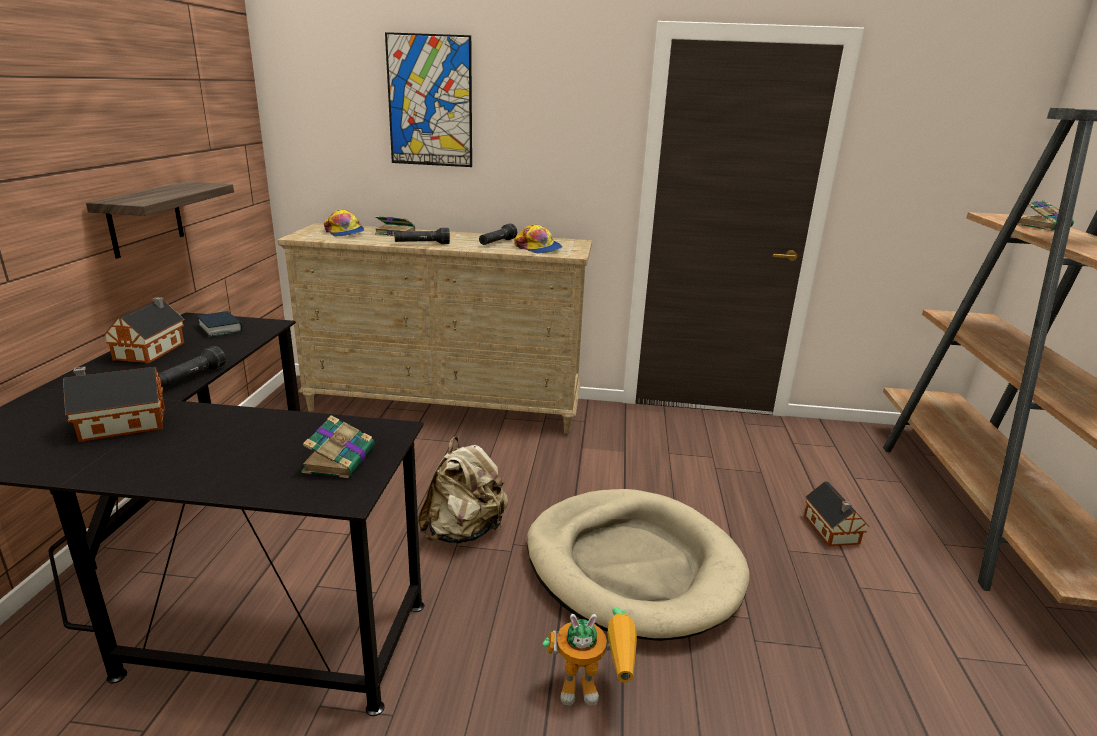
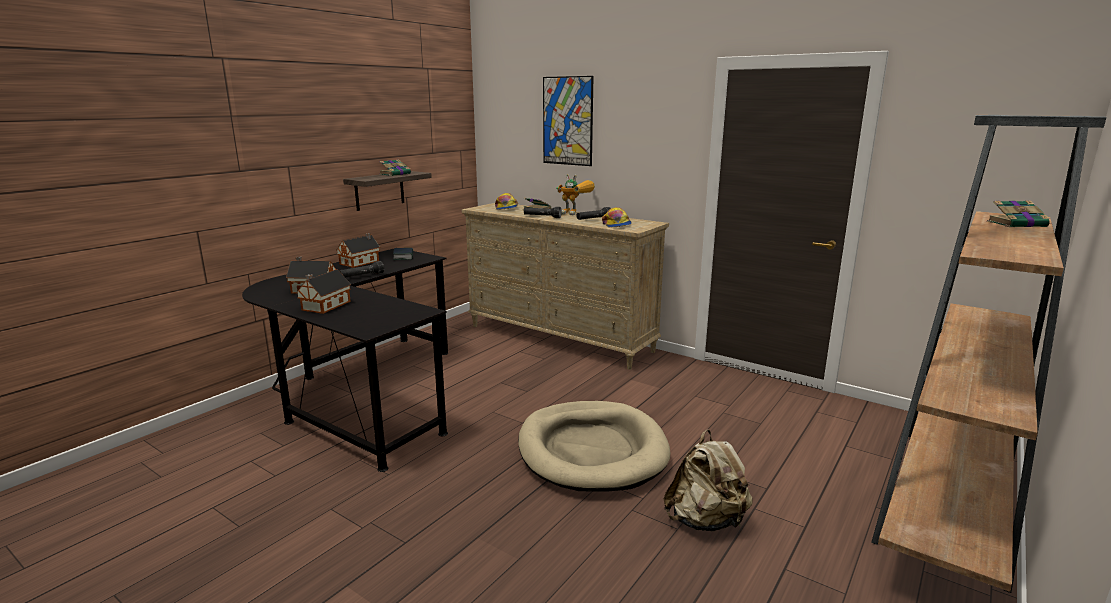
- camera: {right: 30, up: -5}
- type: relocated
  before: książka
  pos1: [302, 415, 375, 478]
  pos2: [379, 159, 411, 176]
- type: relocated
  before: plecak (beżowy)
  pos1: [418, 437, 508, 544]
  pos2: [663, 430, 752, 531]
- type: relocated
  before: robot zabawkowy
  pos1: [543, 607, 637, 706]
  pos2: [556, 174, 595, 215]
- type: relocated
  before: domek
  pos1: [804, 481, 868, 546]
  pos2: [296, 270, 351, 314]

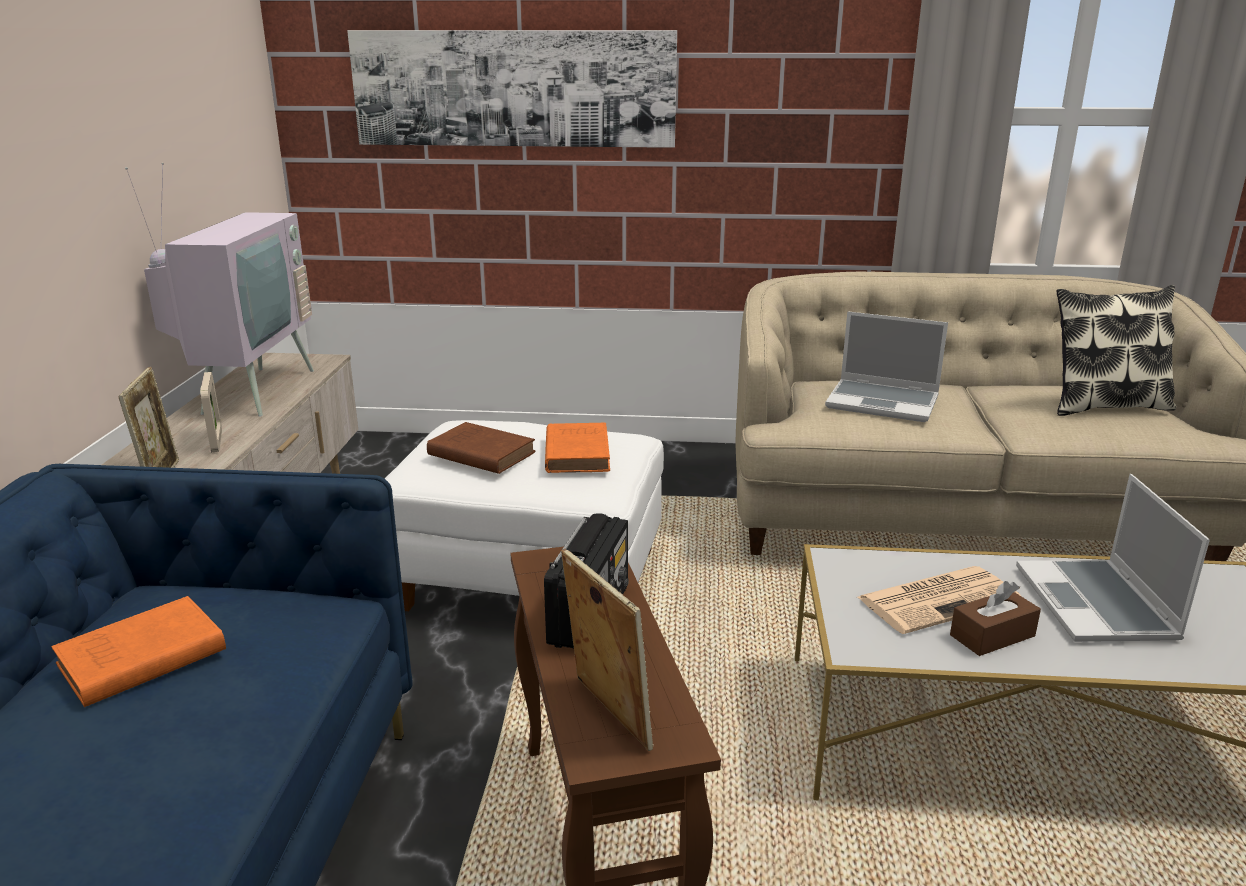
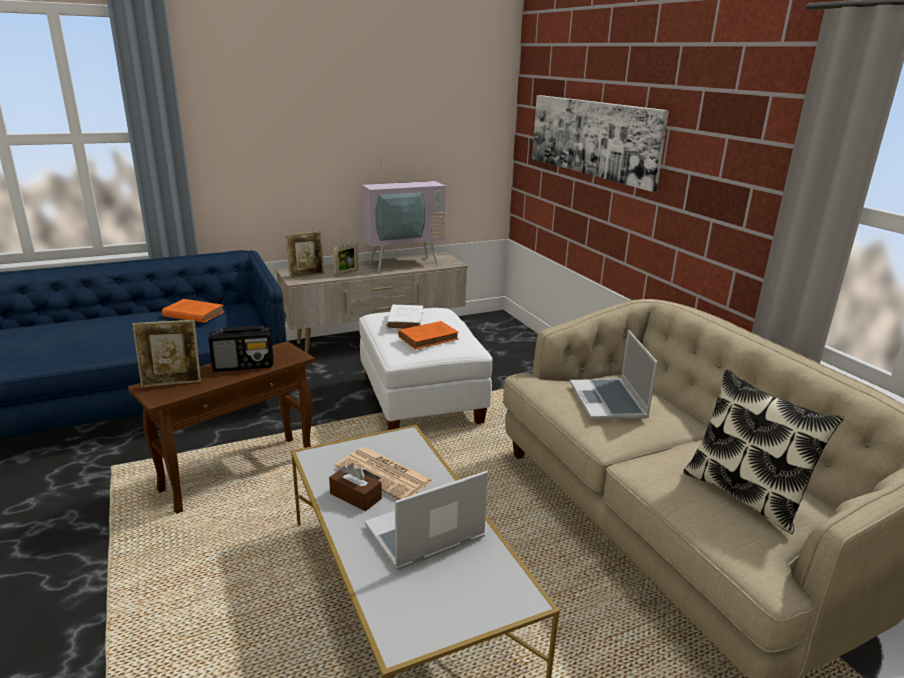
- camera: {right: 60, up: 0}
- type: colour
  before: książka (brązowy)
  after: książka (biały)
  pos1: [427, 422, 536, 474]
  pos2: [386, 304, 423, 329]
- type: spun
  before: ramka na zdjęcie
  pos1: [561, 548, 654, 751]
  pos2: [132, 320, 201, 387]
  turn: 45

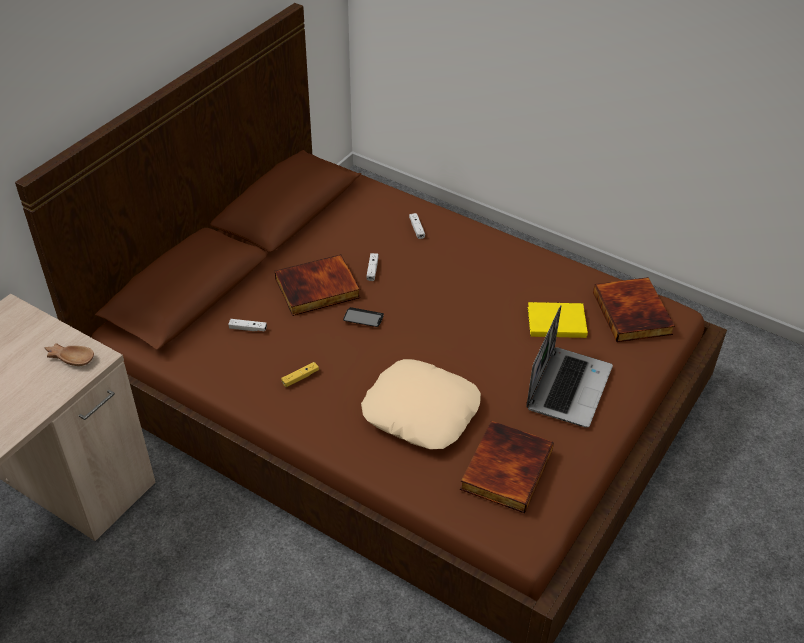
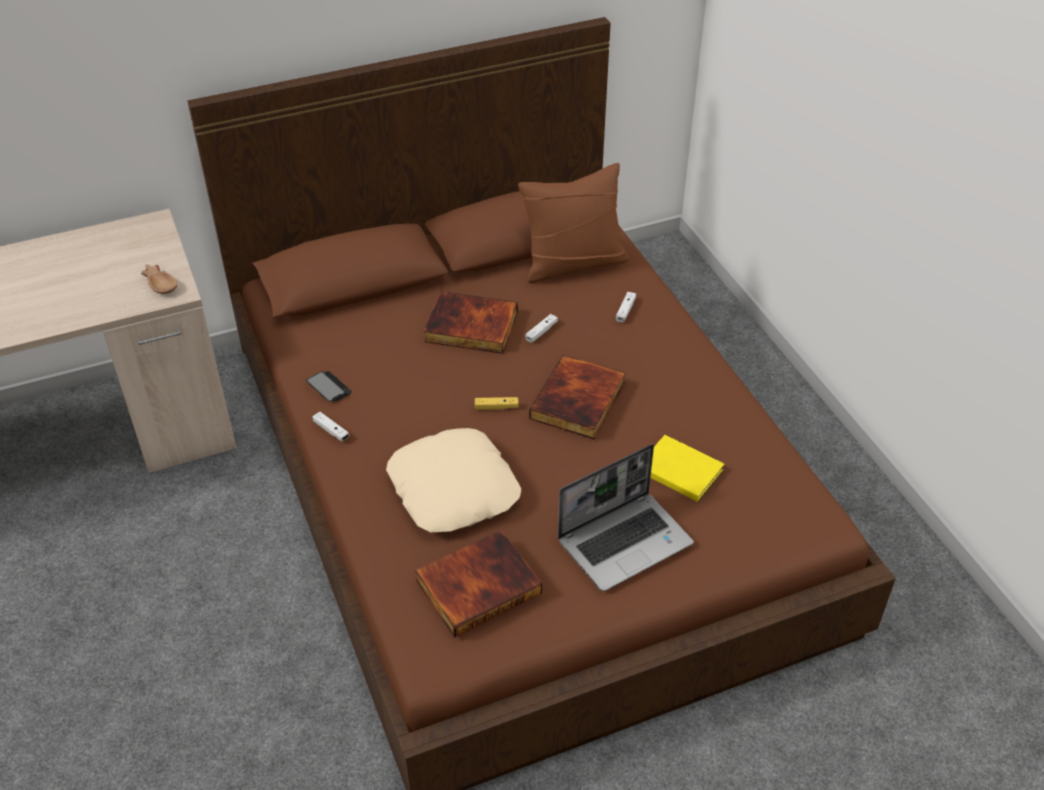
- camera: {right: 35, up: 0}
- type: appeared
  after: poduszka (brązowy)
  pos2: [518, 163, 629, 283]
- type: relocated
  before: pad do gier (biały)
  pos1: [228, 319, 267, 332]
  pos2: [312, 412, 349, 441]
- type: relocated
  before: pad do gier (żółty)
  pos1: [281, 362, 319, 387]
  pos2: [475, 397, 519, 410]
- type: relocated
  before: telefon
  pos1: [343, 307, 384, 327]
  pos2: [306, 371, 352, 402]
- type: relocated
  before: książka
  pos1: [593, 277, 675, 342]
  pos2: [529, 355, 625, 439]

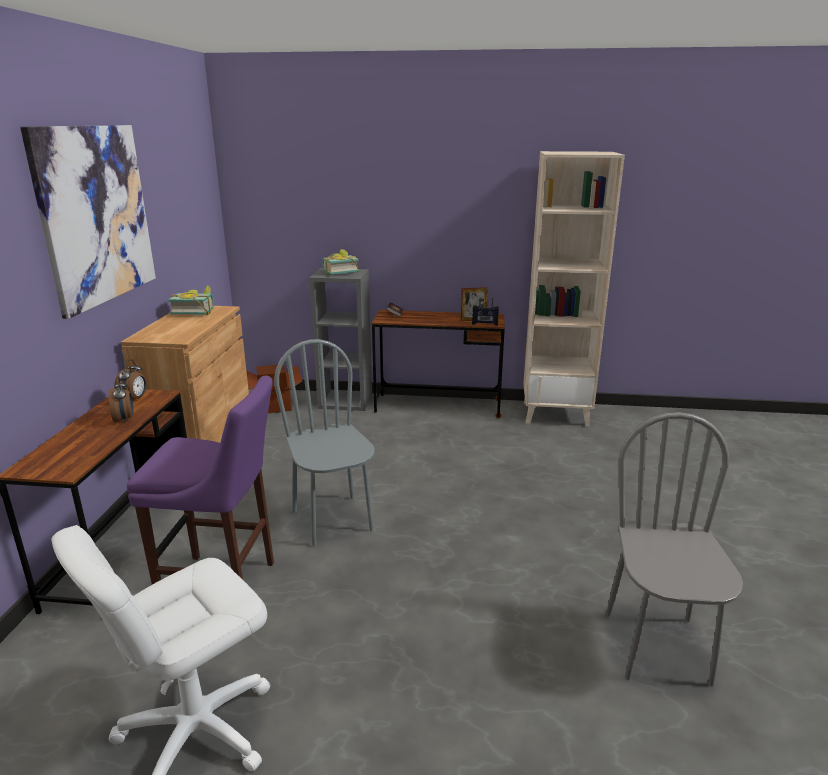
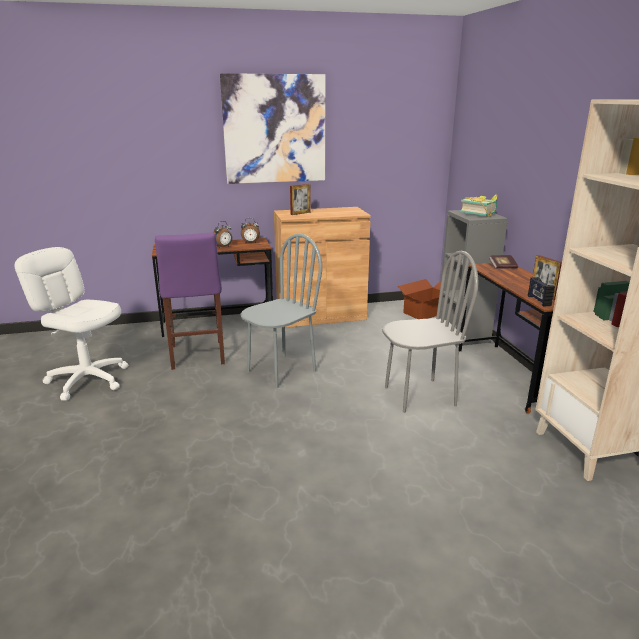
- camera: {right: 70, up: 0}
- type: missing
  before: książka
  pos1: [168, 285, 214, 315]
- type: appeared
  after: ramka na zdjęcie
  pos2: [290, 184, 311, 215]
- type: relocated
  before: krzesło (szary)
  pos1: [606, 412, 743, 687]
  pos2: [382, 251, 478, 413]

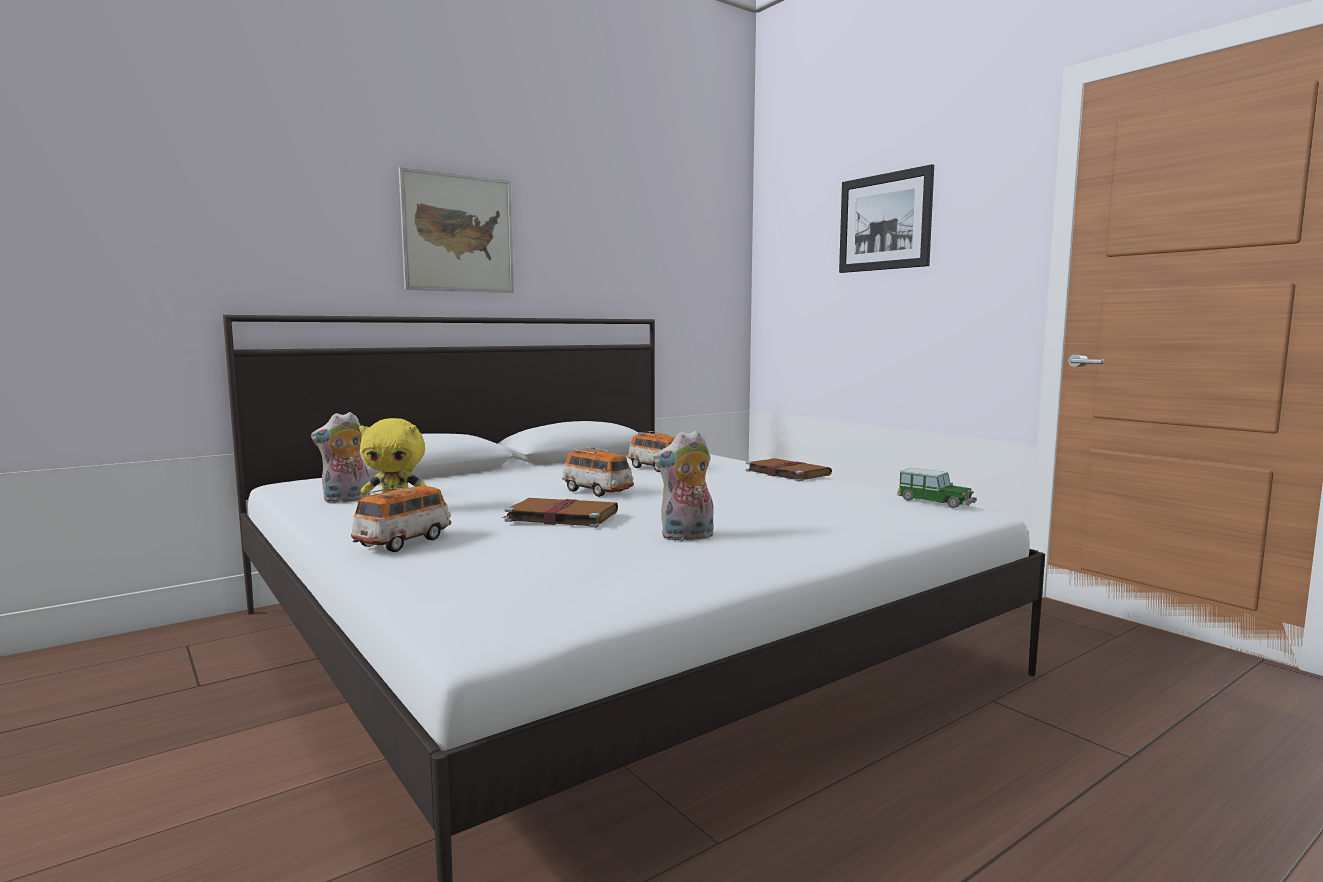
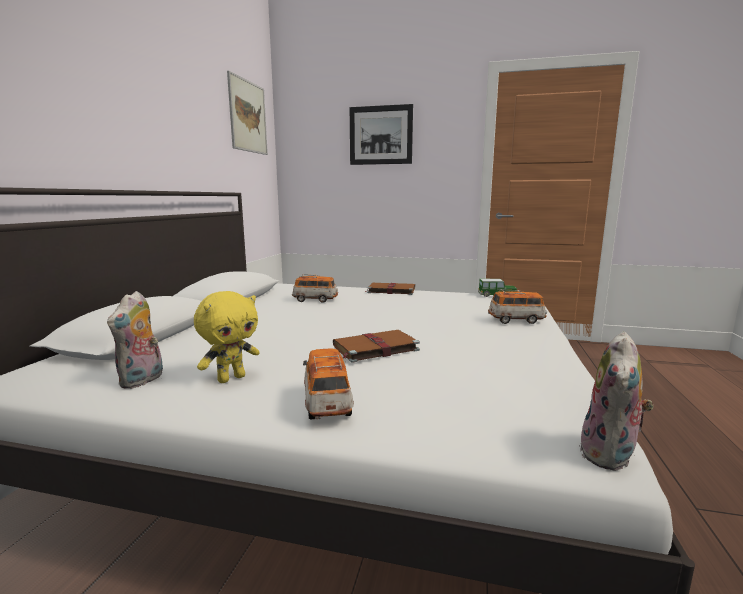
- camera: {right: -40, up: 5}
- type: relocated
  before: obraz
  pos1: [399, 167, 514, 293]
  pos2: [227, 71, 268, 155]
- type: relocated
  before: samochodzik
  pos1: [562, 447, 634, 497]
  pos2: [488, 290, 547, 324]
- type: relocated
  before: pluszak
  pos1: [653, 430, 714, 541]
  pos2: [579, 331, 654, 471]

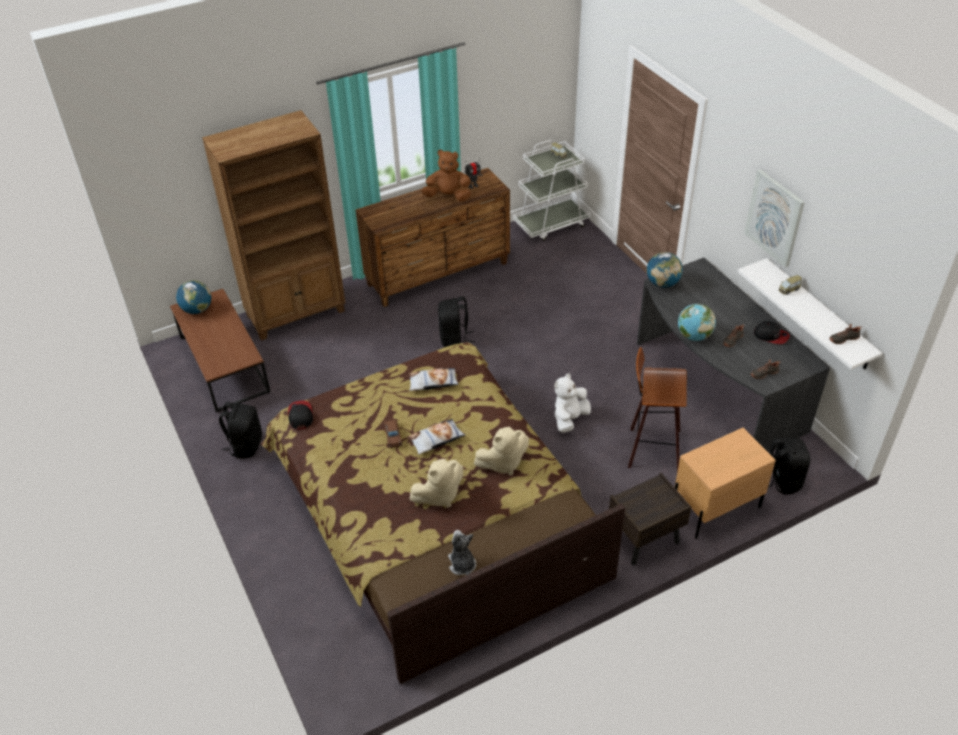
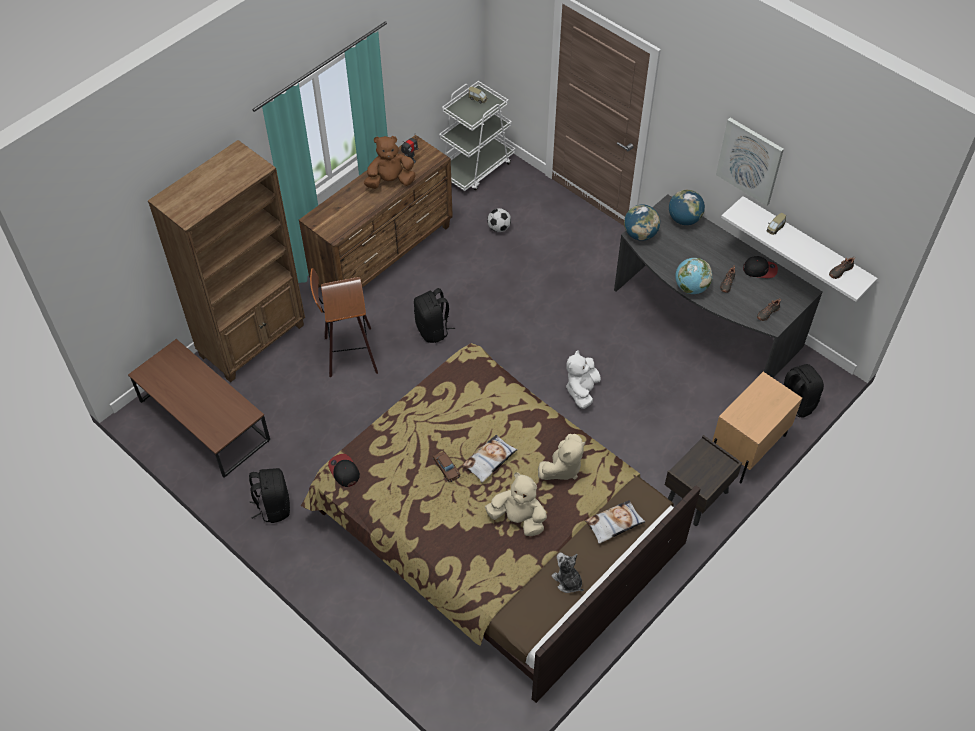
- camera: {right: -20, up: 10}
- type: appeared
  after: piłka futbolowa
  pos2: [487, 208, 511, 232]
- type: relocated
  before: globus
  pos1: [176, 280, 211, 314]
  pos2: [669, 190, 705, 225]
- type: relocated
  before: poduszka
  pos1: [409, 368, 459, 391]
  pos2: [585, 500, 646, 543]
- type: relocated
  before: stołek
  pos1: [628, 347, 687, 471]
  pos2: [310, 268, 378, 377]
- type: spun
  before: pluszak (beżowy)
  pos1: [410, 458, 463, 508]
  pos2: [485, 472, 547, 536]
  turn: -105

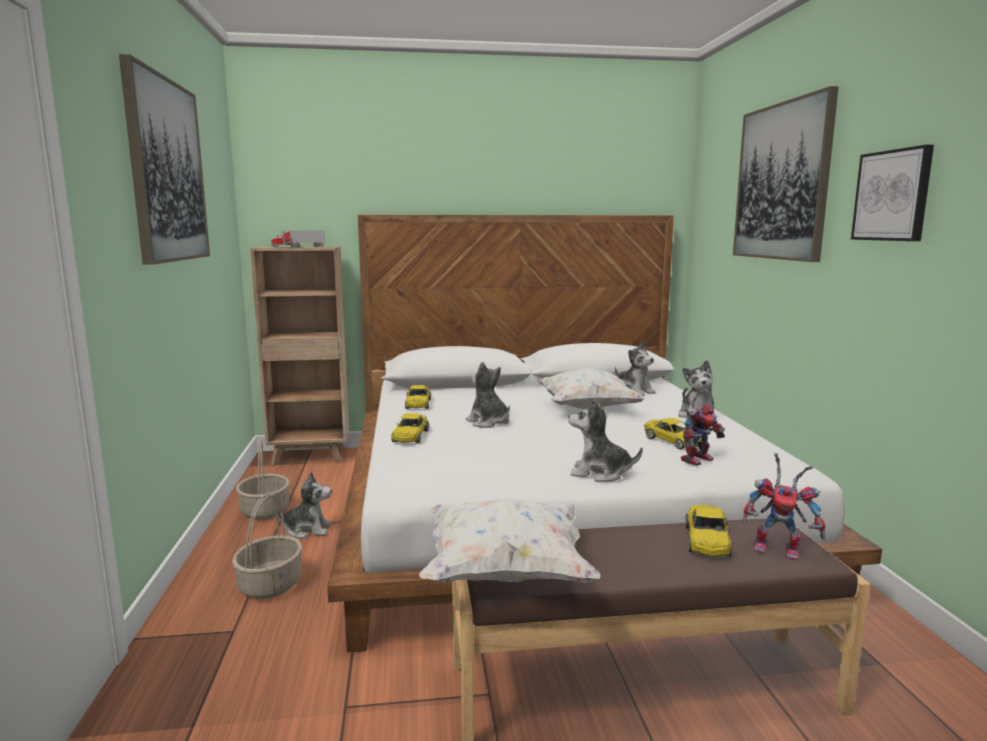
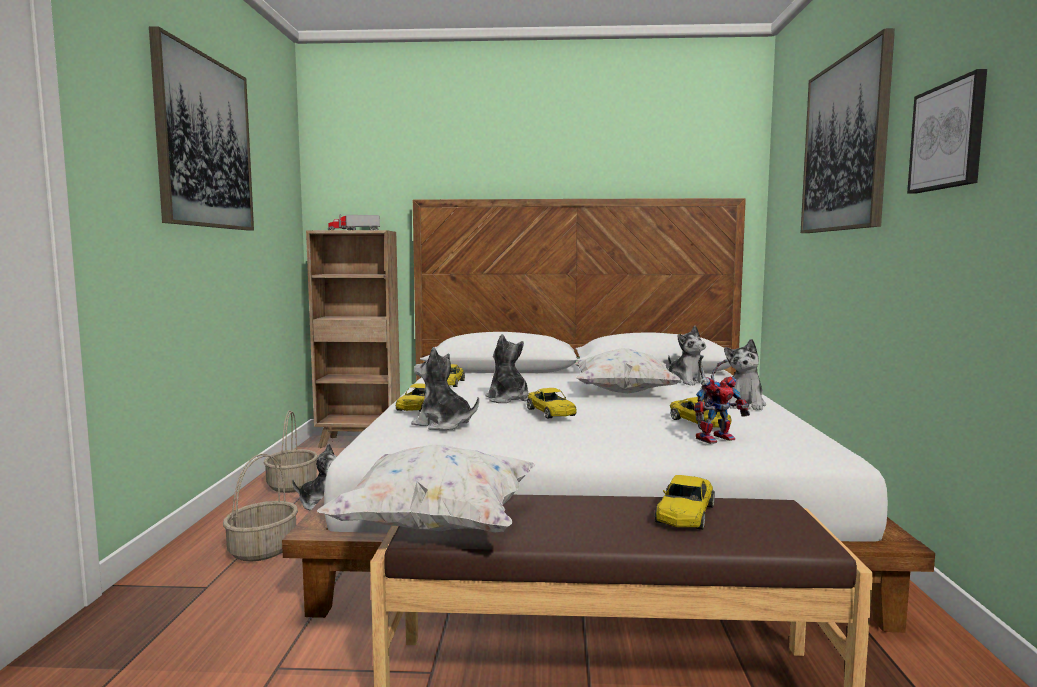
- camera: {right: 10, up: -5}
- type: missing
  before: robot zabawkowy
  pos1: [743, 453, 826, 560]
- type: appeared
  after: samochodzik (żółty)
  pos2: [527, 388, 577, 419]
- type: relocated
  before: pluszak
  pos1: [568, 399, 643, 482]
  pos2: [411, 347, 479, 430]

